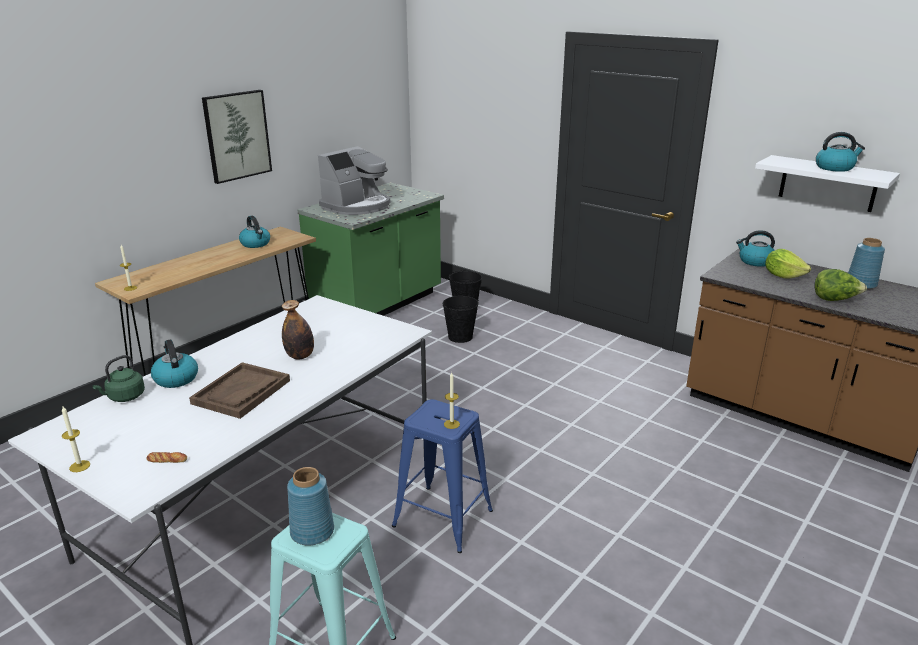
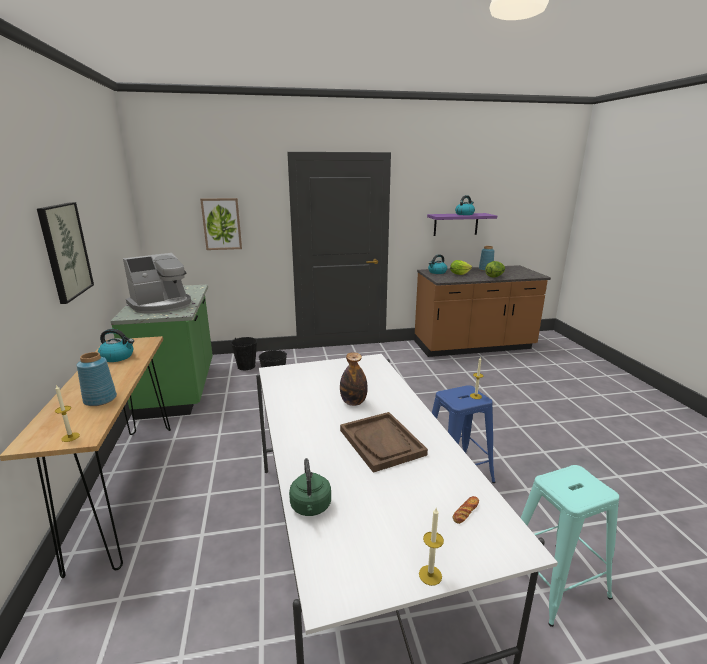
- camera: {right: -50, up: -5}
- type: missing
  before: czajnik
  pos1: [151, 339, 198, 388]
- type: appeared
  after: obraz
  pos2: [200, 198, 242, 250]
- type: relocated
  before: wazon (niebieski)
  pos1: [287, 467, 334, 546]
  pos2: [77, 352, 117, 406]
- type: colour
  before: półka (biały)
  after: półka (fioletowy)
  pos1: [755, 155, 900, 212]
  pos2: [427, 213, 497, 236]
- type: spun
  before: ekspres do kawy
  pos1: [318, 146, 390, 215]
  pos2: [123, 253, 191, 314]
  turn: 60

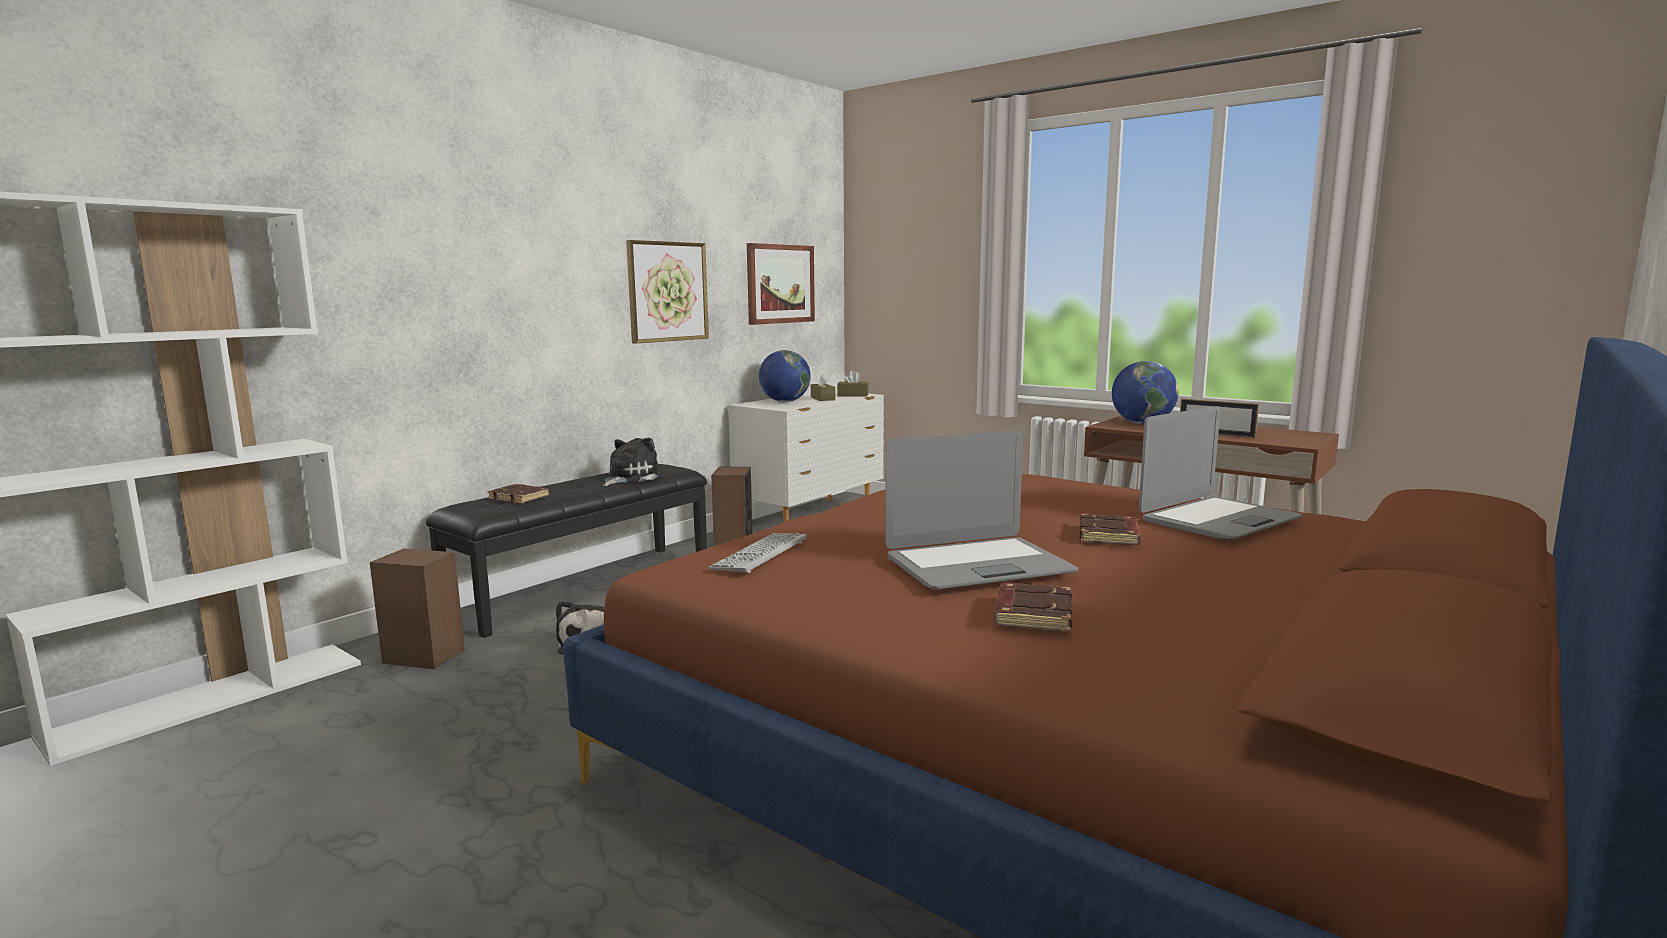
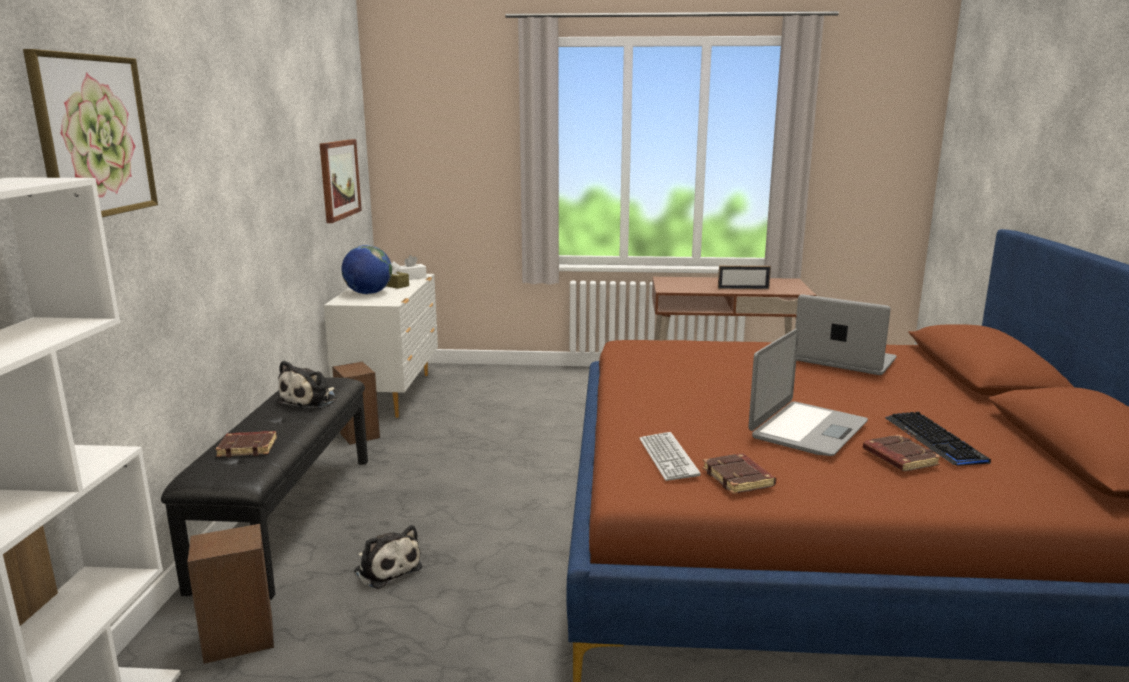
- camera: {right: -35, up: 5}
- type: missing
  before: globus
  pos1: [1112, 361, 1179, 424]
- type: appeared
  after: klawiatura
  pos2: [885, 412, 991, 466]
- type: relocated
  before: obraz
  pos1: [626, 240, 709, 344]
  pos2: [23, 49, 158, 217]
- type: relocated
  before: książka (brązowy)
  pos1: [1079, 513, 1141, 545]
  pos2: [702, 453, 776, 494]
- type: colour
  before: pudełko chusteczek (brązowy)
  after: pudełko chusteczek (biały)
  pos1: [837, 370, 869, 397]
  pos2: [398, 255, 427, 280]
- type: spun
  before: pluszak
  pos1: [603, 438, 662, 486]
  pos2: [276, 360, 337, 409]
  turn: -150
- type: spun
  before: laptop
  pos1: [1139, 406, 1302, 539]
  pos2: [795, 294, 896, 375]
  turn: -75

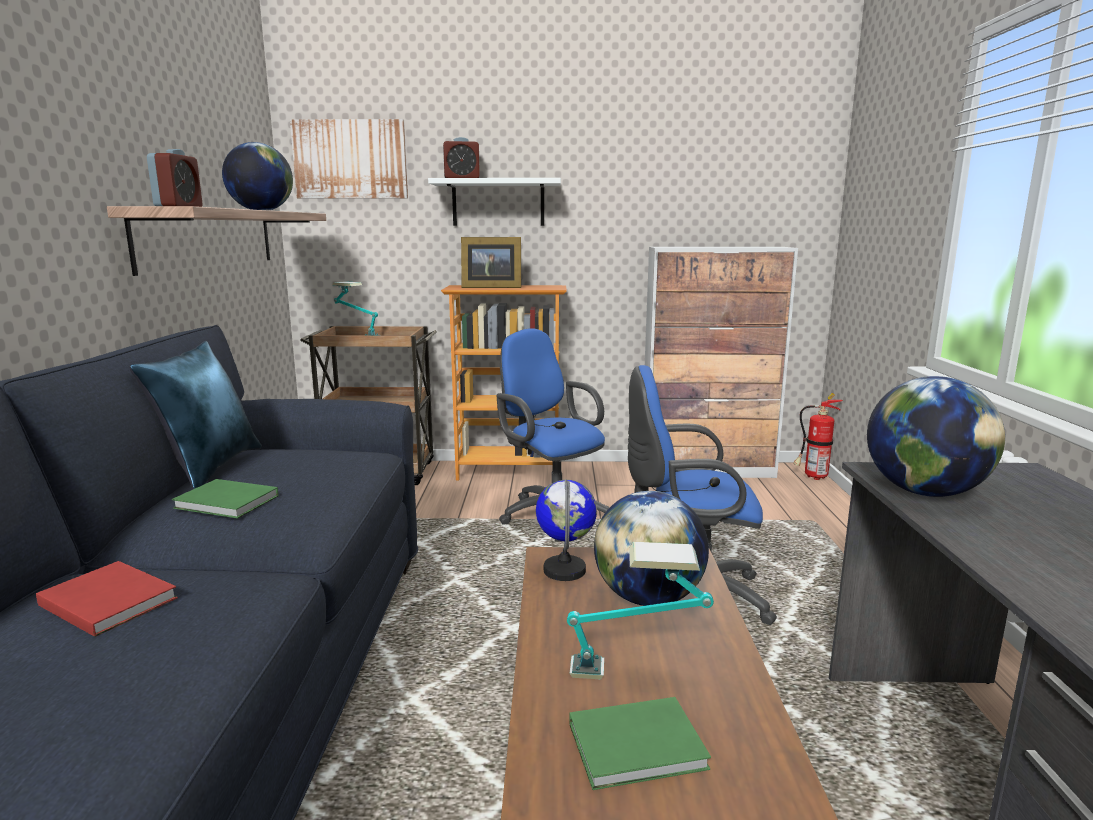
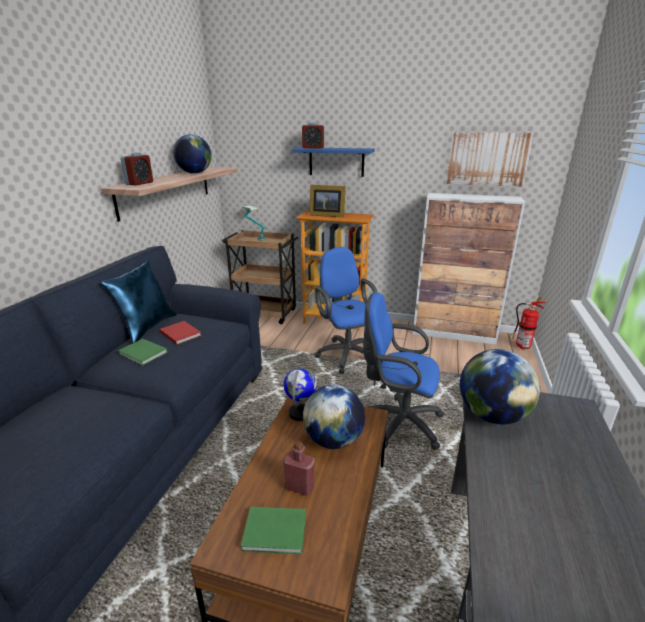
- camera: {right: 15, up: 10}
- type: relocated
  before: książka (czerwony)
  pos1: [36, 561, 178, 637]
  pos2: [160, 321, 202, 345]
- type: relocated
  before: obraz
  pos1: [290, 119, 408, 199]
  pos2: [447, 132, 534, 187]
- type: exchanged
  before: lampa stołowa
  after: butelka (czerwony)
  pos1: [567, 542, 714, 679]
  pos2: [283, 441, 315, 496]
- type: colour
  before: półka (biały)
  after: półka (niebieski)
  pos1: [428, 178, 561, 226]
  pos2: [292, 147, 375, 177]

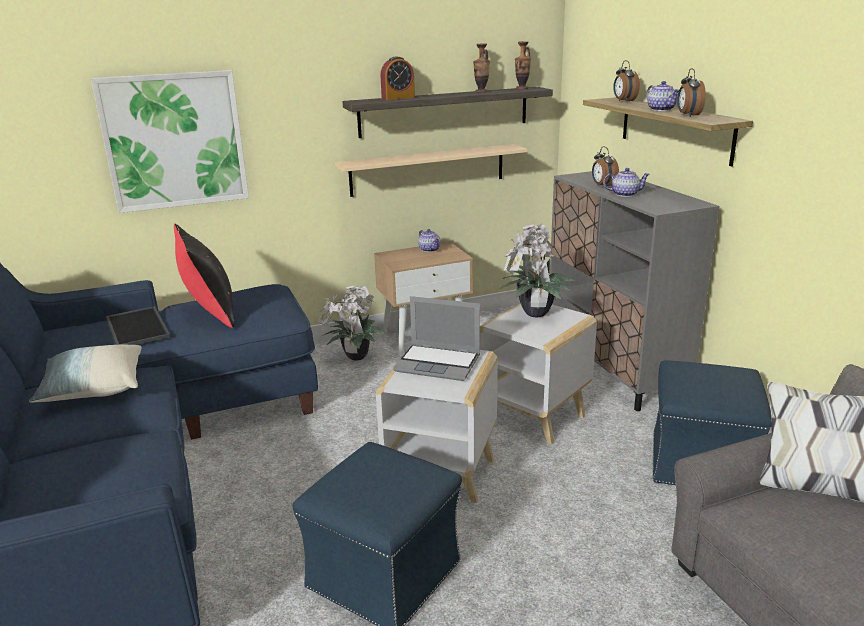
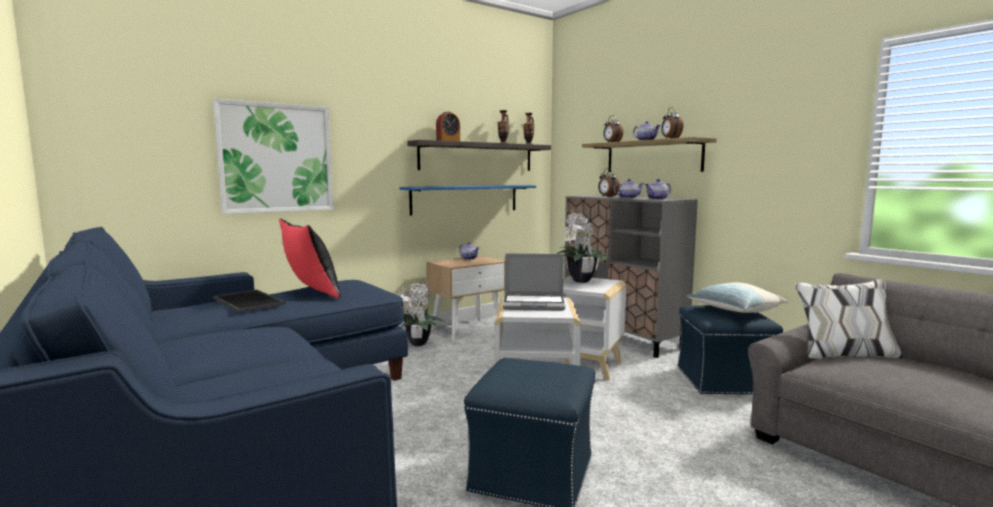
- camera: {right: -15, up: -15}
- type: appeared
  after: imbryk
  pos2: [645, 179, 671, 200]
- type: relocated
  before: poduszka
  pos1: [29, 344, 142, 403]
  pos2: [686, 282, 788, 313]
- type: colour
  before: półka (beżowy)
  after: półka (niebieski)
  pos1: [334, 144, 528, 197]
  pos2: [399, 185, 536, 215]

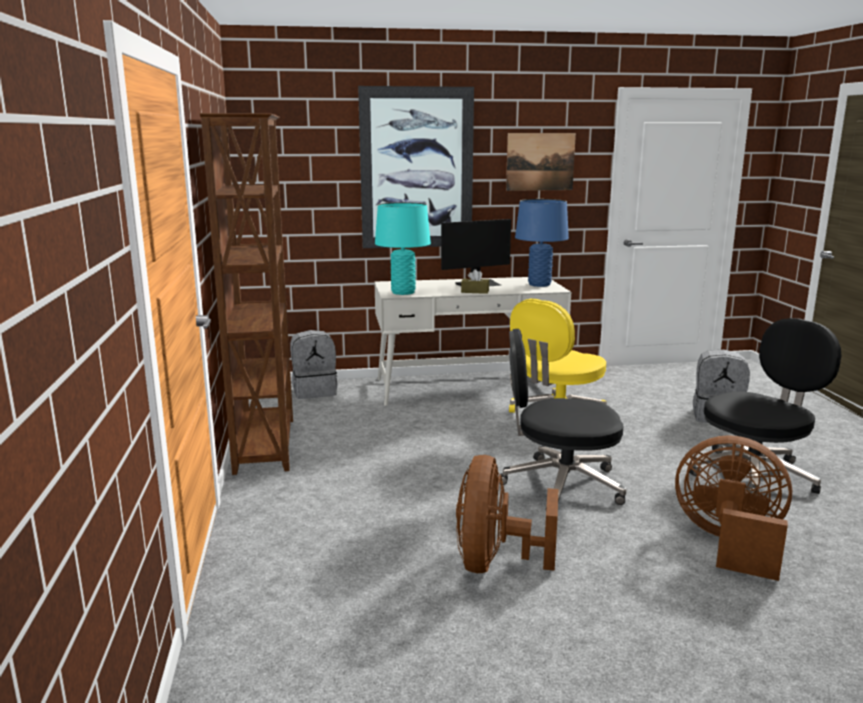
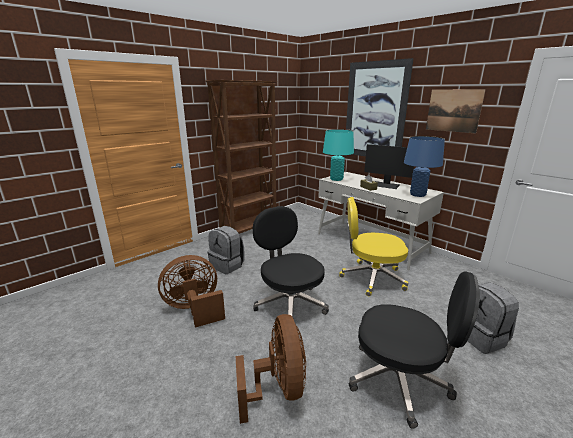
- camera: {right: 55, up: 5}
- type: relocated
  before: plecak (szary)
  pos1: [290, 330, 337, 399]
  pos2: [208, 226, 245, 274]

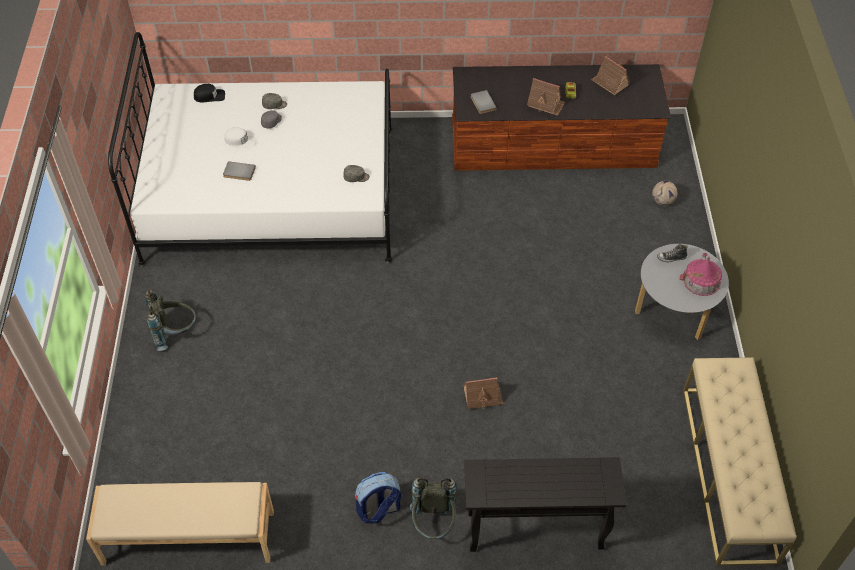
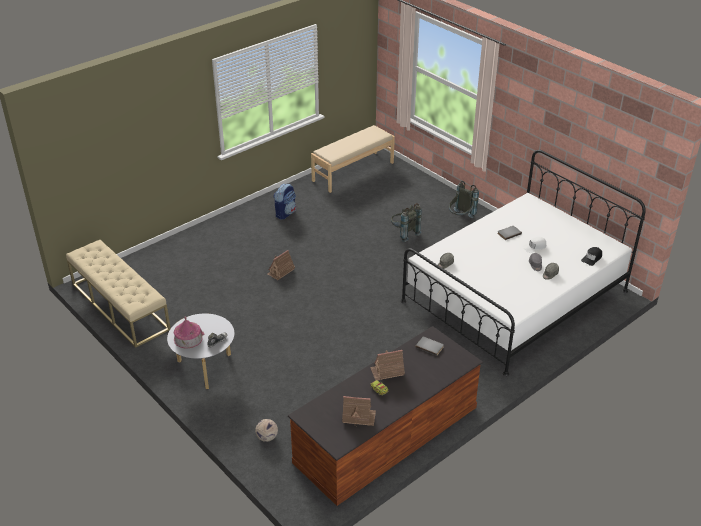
- camera: {right: 140, up: -15}
- type: missing
  before: stolik konsolowy (czarny)
  pos1: [464, 457, 627, 552]
- type: relocated
  before: plecak (szary)
  pos1: [410, 477, 457, 539]
  pos2: [391, 203, 422, 242]

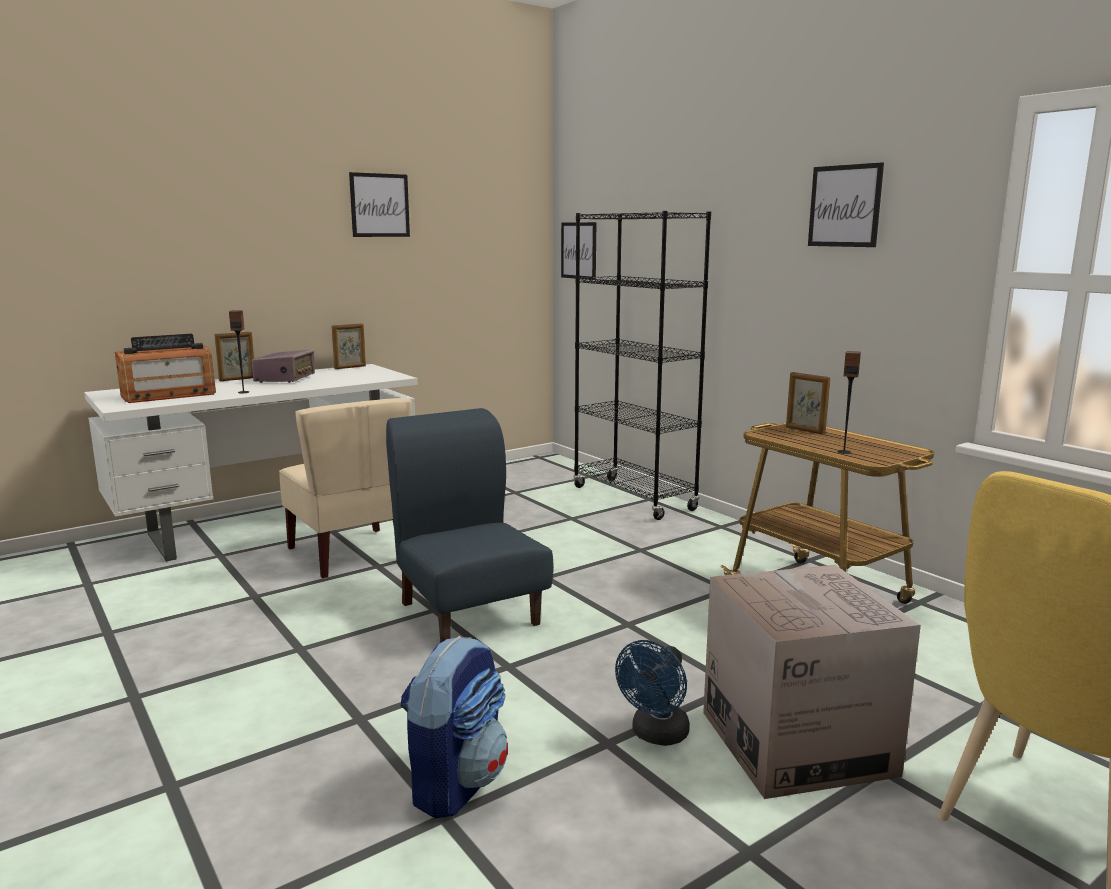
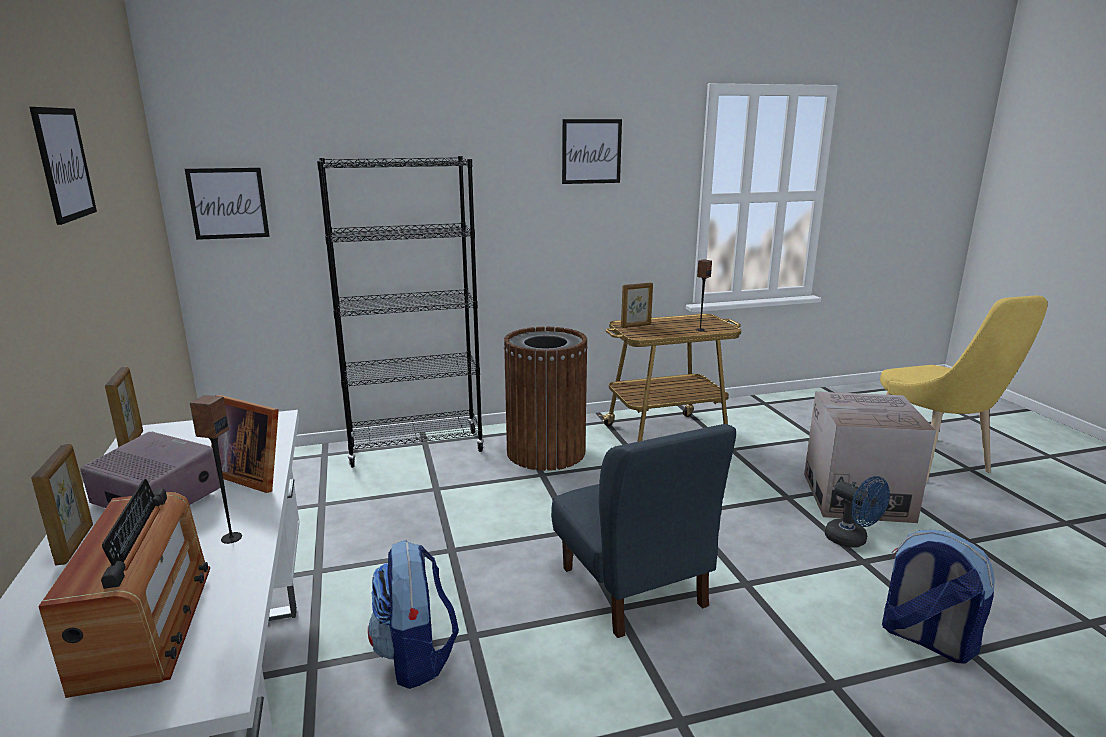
- camera: {right: -70, up: 5}
- type: appeared
  after: ramka na zdjęcie
  pos2: [211, 395, 279, 493]
- type: appeared
  after: kosz na śmieci (brązowy)
  pos2: [504, 327, 588, 471]
- type: exchanged
  before: krzesło (beżowy)
  after: plecak
  pos1: [279, 398, 412, 579]
  pos2: [368, 540, 459, 689]
- type: spun
  before: krzesło (niebieski)
  pos1: [386, 408, 554, 643]
  pos2: [551, 424, 736, 638]
  turn: -105

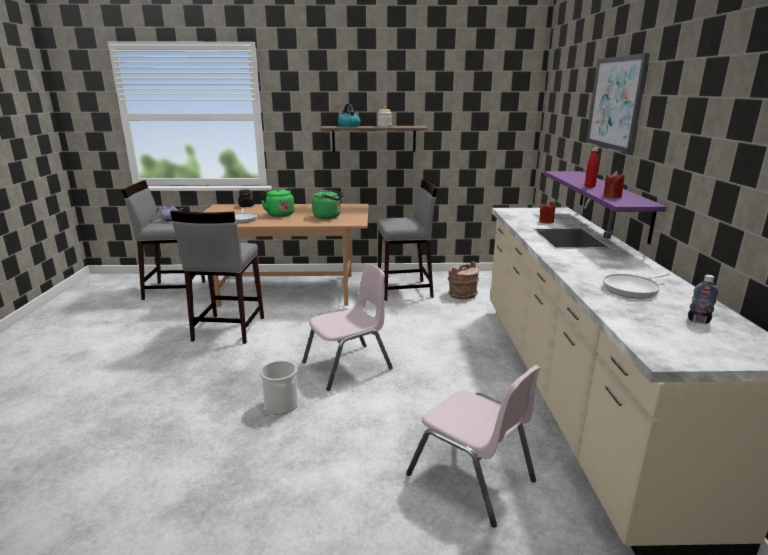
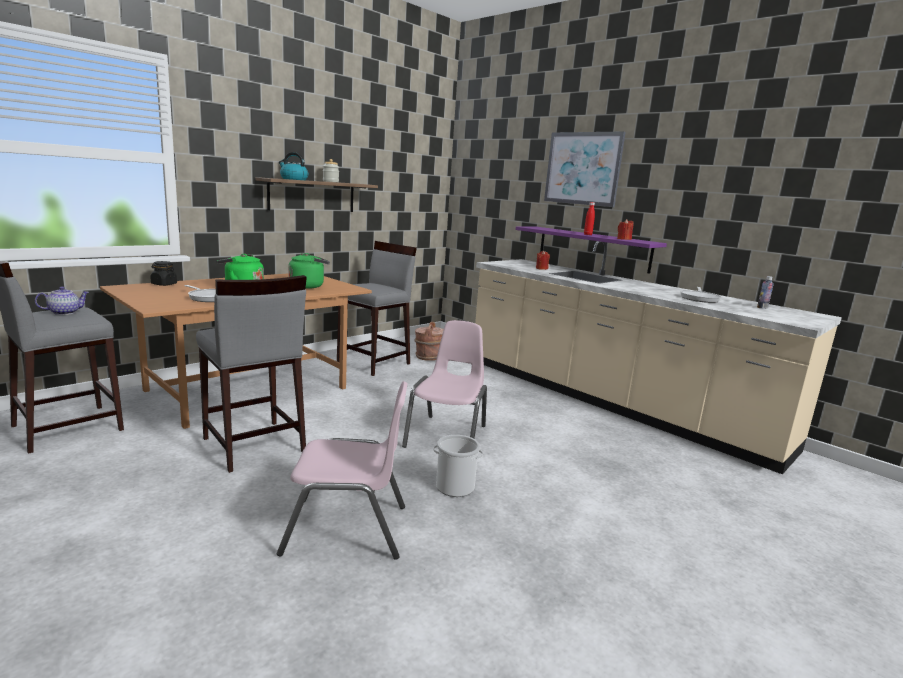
- camera: {right: -45, up: -5}
- type: relocated
  before: krzesło (różowy)
  pos1: [406, 365, 541, 527]
  pos2: [277, 381, 408, 560]

